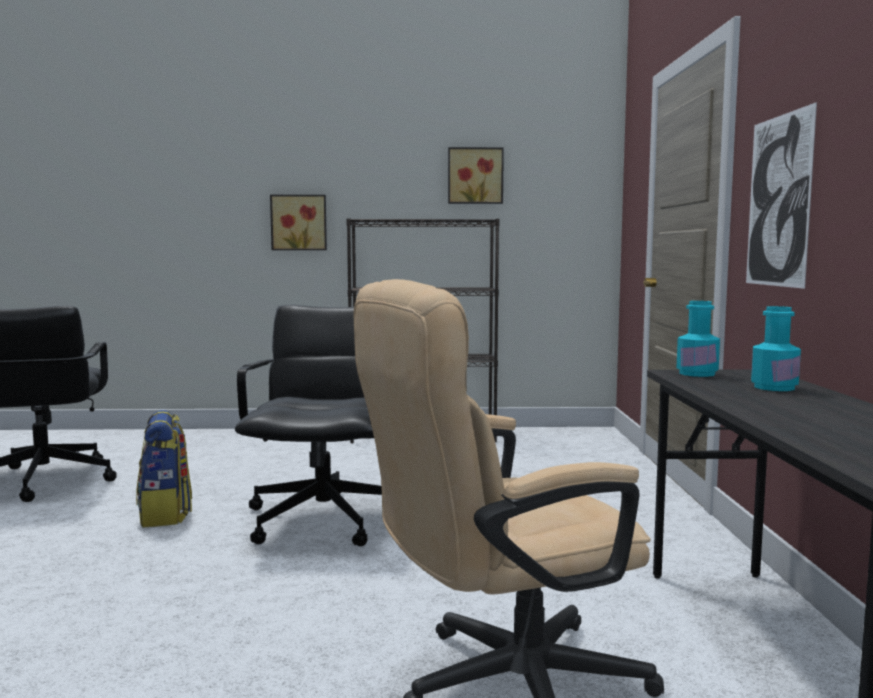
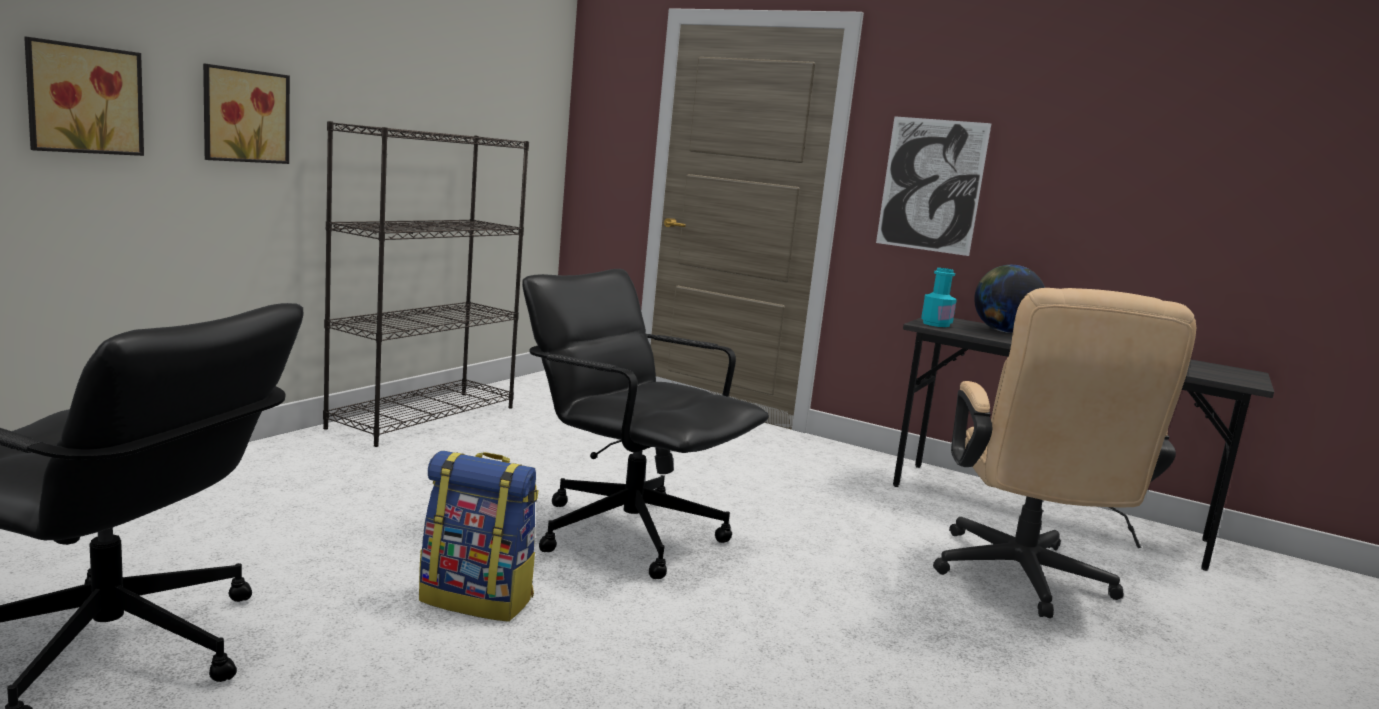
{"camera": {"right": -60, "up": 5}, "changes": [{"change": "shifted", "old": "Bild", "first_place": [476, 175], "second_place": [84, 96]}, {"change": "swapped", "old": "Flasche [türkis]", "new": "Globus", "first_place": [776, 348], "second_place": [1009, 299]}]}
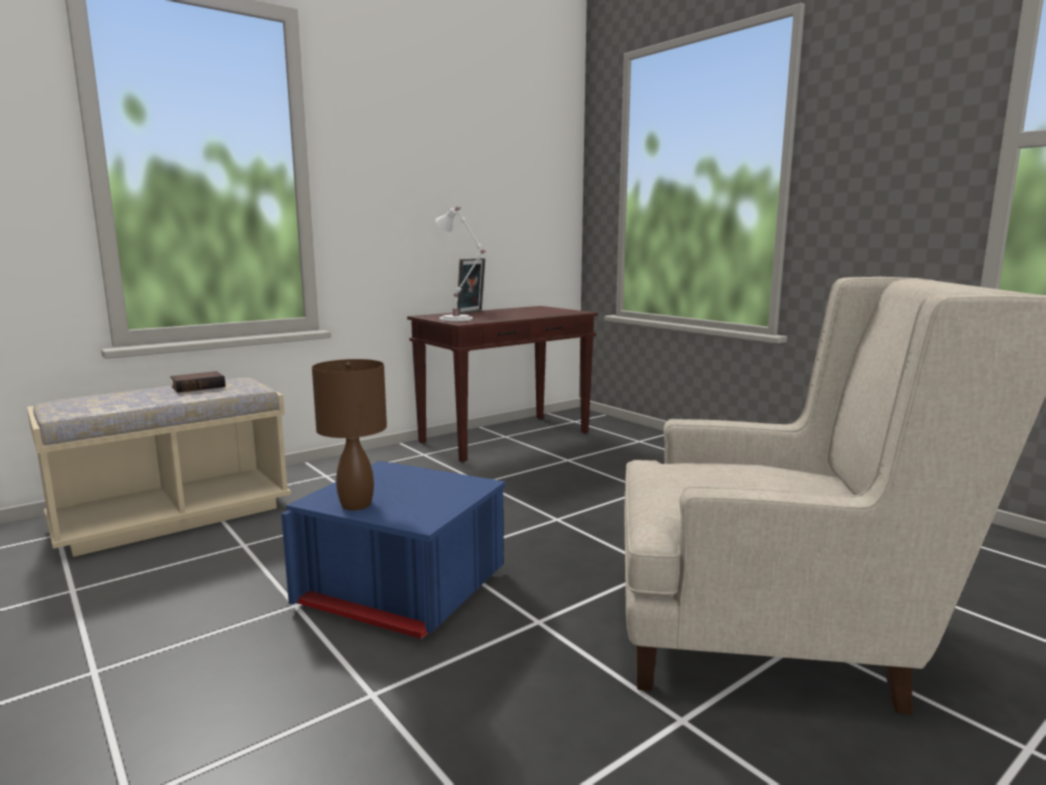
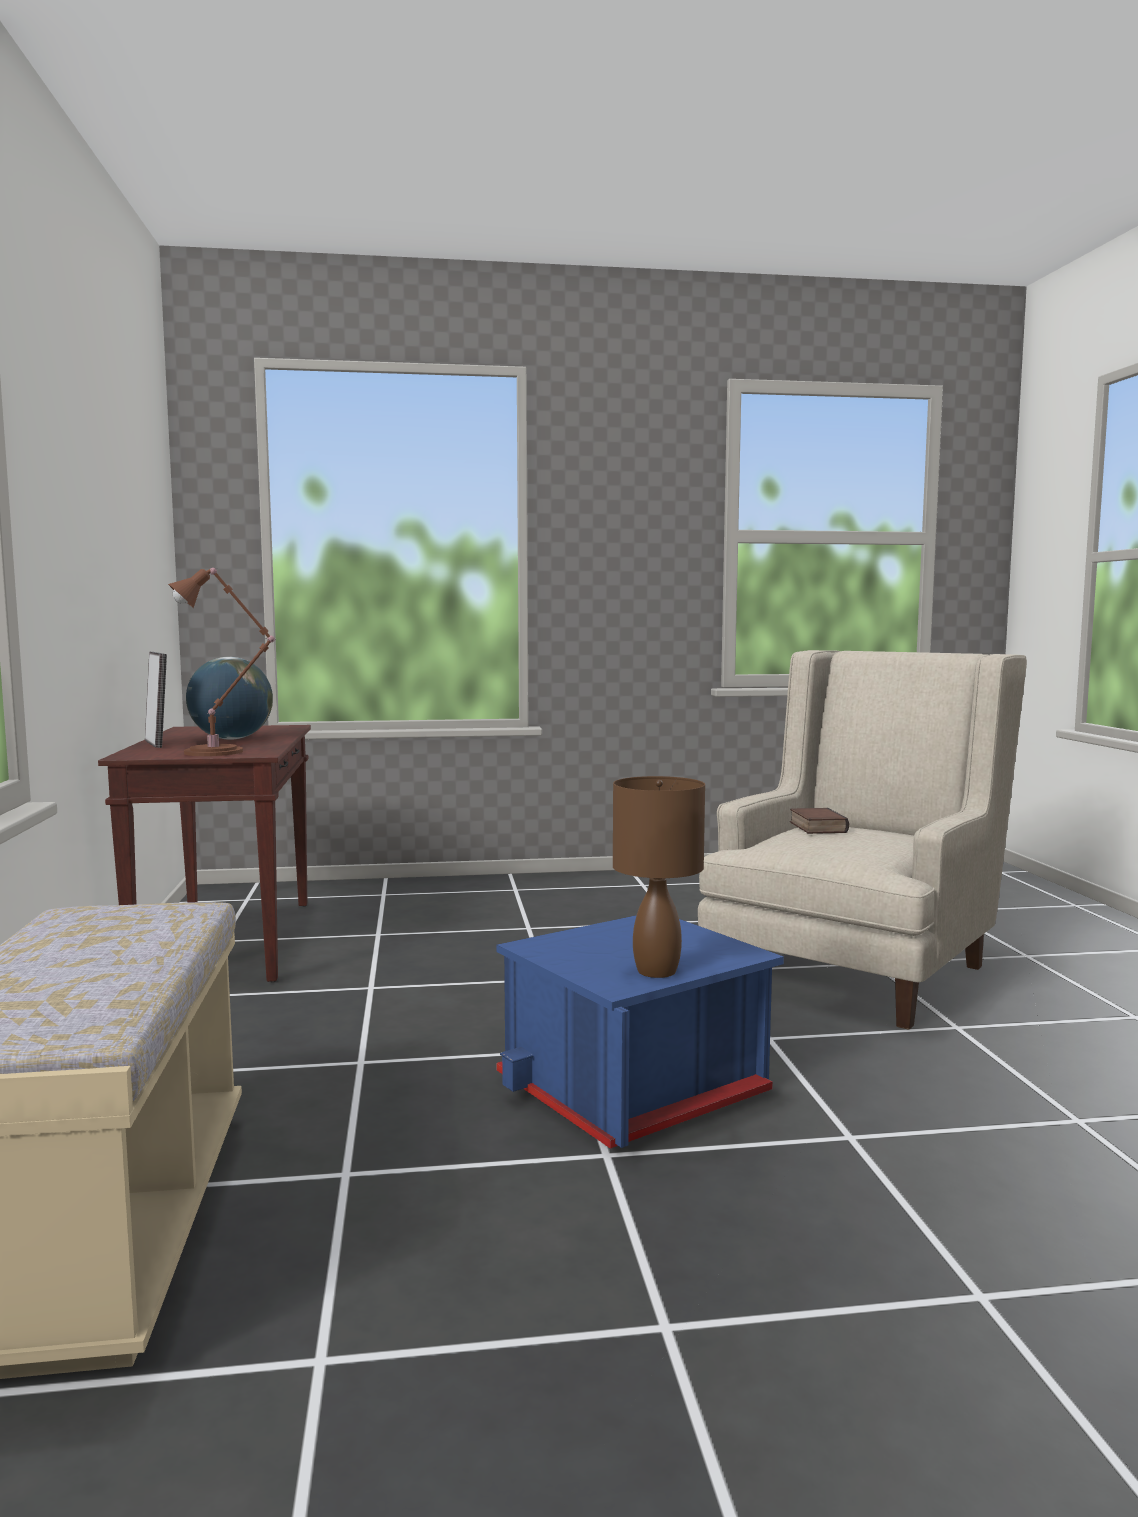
{"camera": {"right": -60, "up": -5}, "changes": [{"change": "new", "new": "Globus", "second_place": [229, 698]}, {"change": "shifted", "old": "Buch", "first_place": [197, 382], "second_place": [819, 821]}, {"change": "repainted", "old": "Tischlampe [weiß]", "new": "Tischlampe [braun]", "first_place": [461, 264], "second_place": [221, 662]}]}
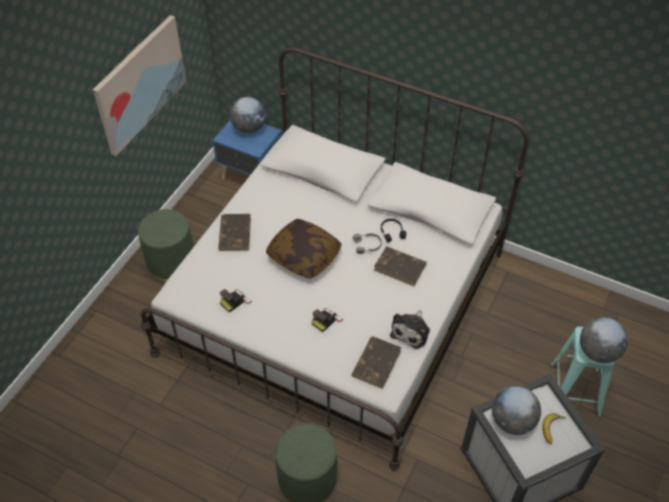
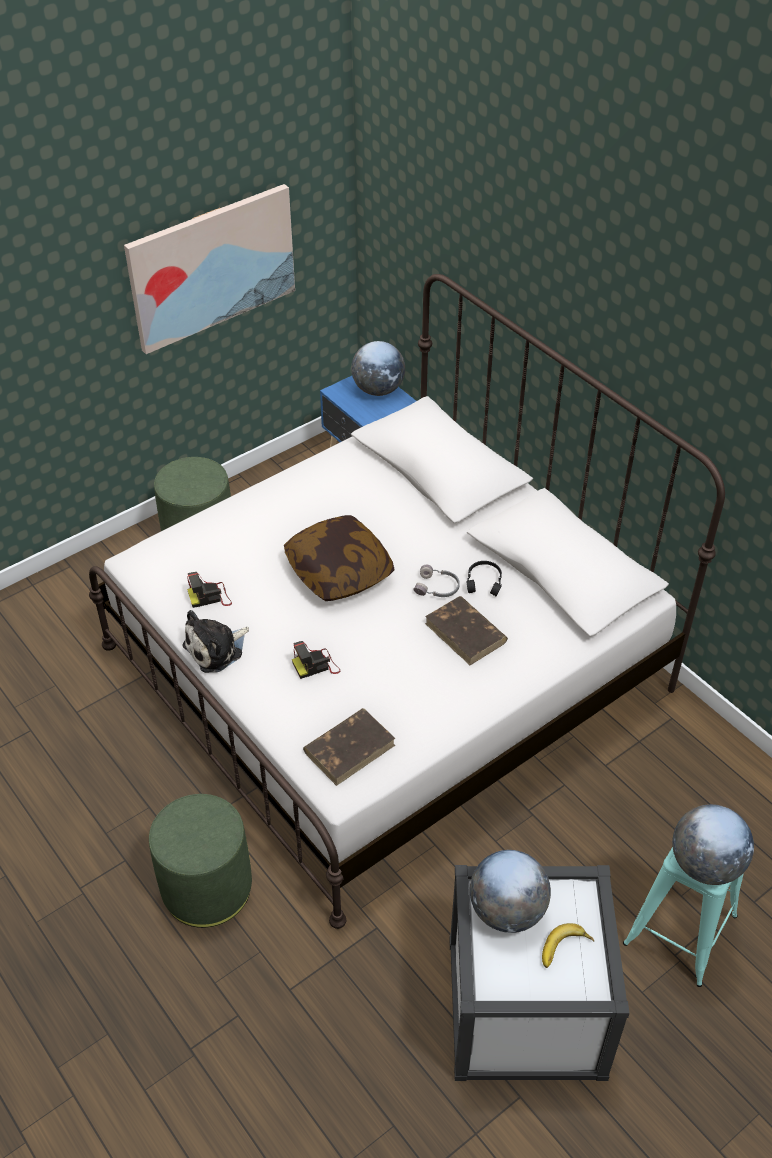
{"camera": {"right": 25, "up": -5}, "changes": [{"change": "gone", "old": "Buch [braun]", "first_place": [234, 232]}, {"change": "shifted", "old": "Plüschtier", "first_place": [410, 329], "second_place": [215, 641]}]}
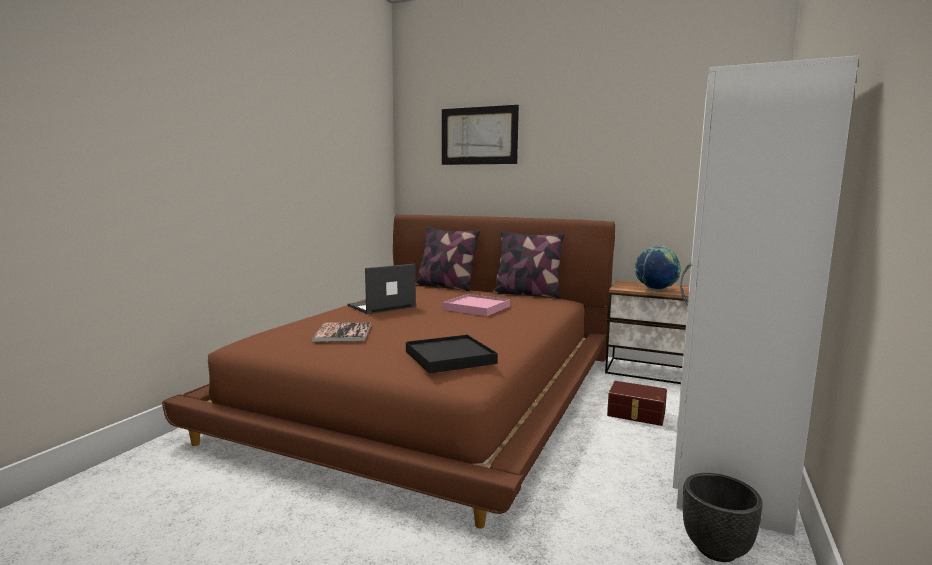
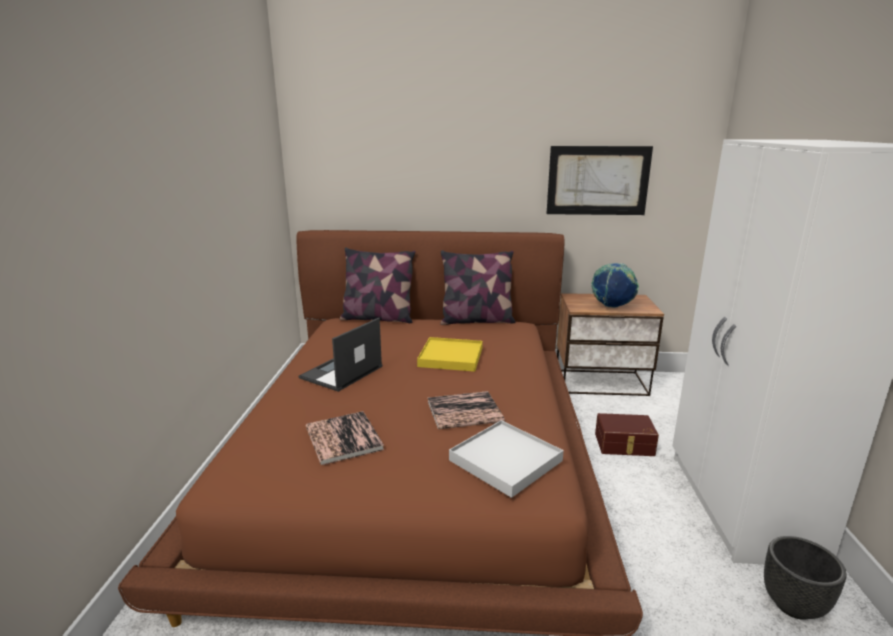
{"camera": {"right": -20, "up": 10}, "changes": [{"change": "new", "new": "Buch", "second_place": [466, 410]}, {"change": "shifted", "old": "Bild", "first_place": [480, 135], "second_place": [600, 180]}, {"change": "repainted", "old": "Tablett [schwarz]", "new": "Tablett [weiß]", "first_place": [452, 354], "second_place": [506, 459]}, {"change": "repainted", "old": "Tablett [rosa]", "new": "Tablett [gelb]", "first_place": [476, 305], "second_place": [450, 354]}]}
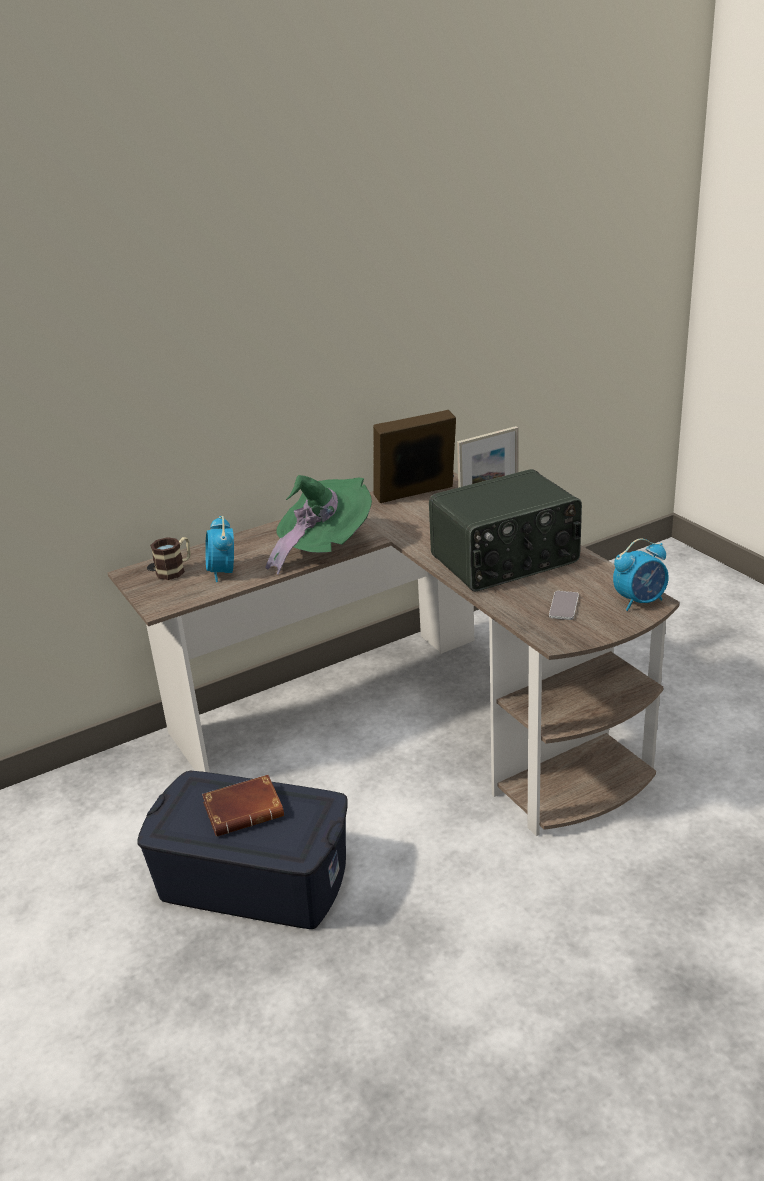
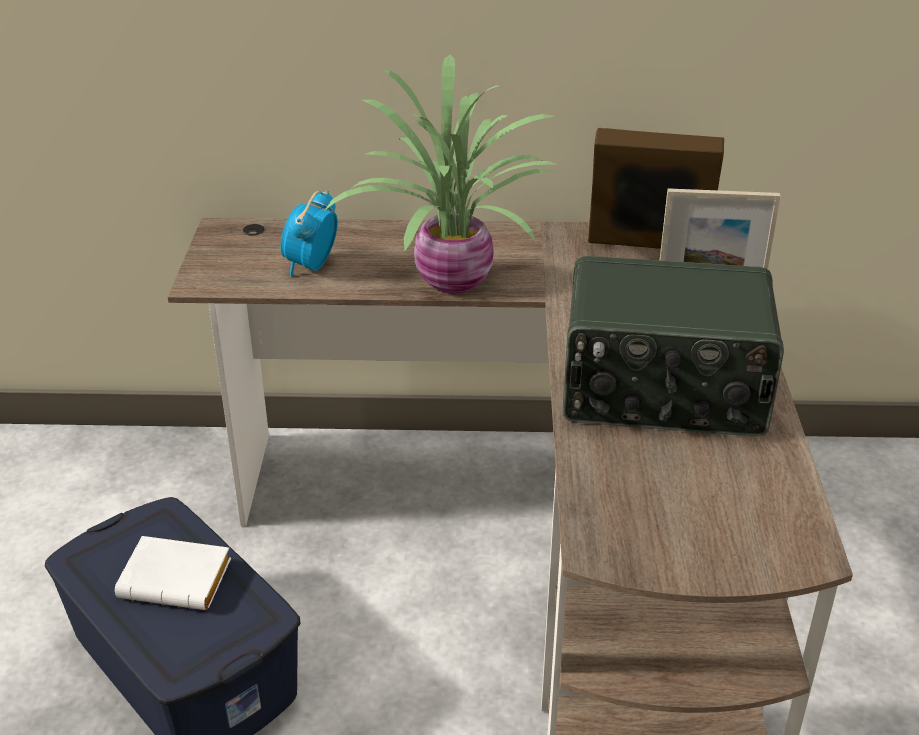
{"camera": {"right": 30, "up": 5}, "changes": [{"change": "gone", "old": "Henkelbecher", "first_place": [170, 558]}, {"change": "gone", "old": "Handy", "first_place": [564, 605]}, {"change": "gone", "old": "Wecker", "first_place": [641, 574]}, {"change": "swapped", "old": "Hut [grün]", "new": "Topfpflanze", "first_place": [318, 525], "second_place": [441, 174]}, {"change": "repainted", "old": "Buch [braun]", "new": "Buch [weiß]", "first_place": [243, 806], "second_place": [173, 573]}]}
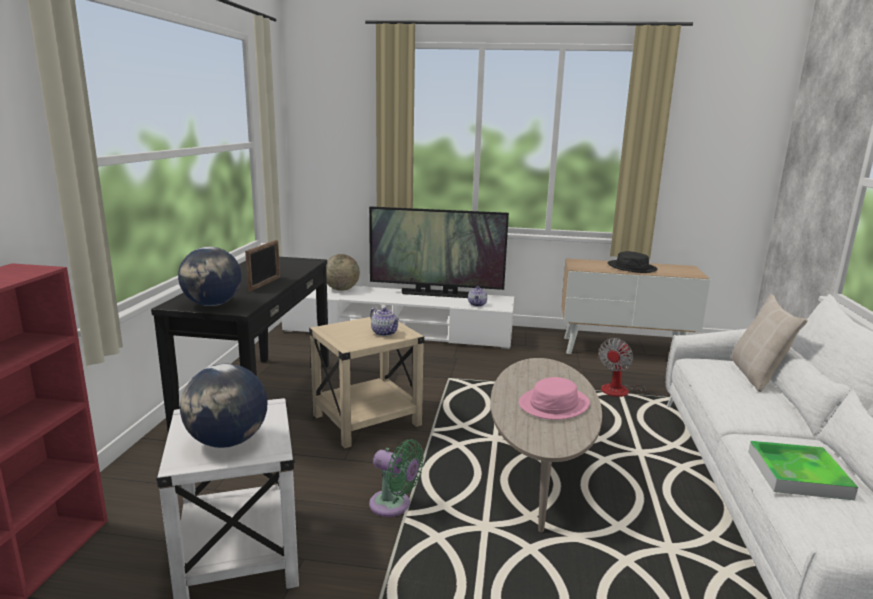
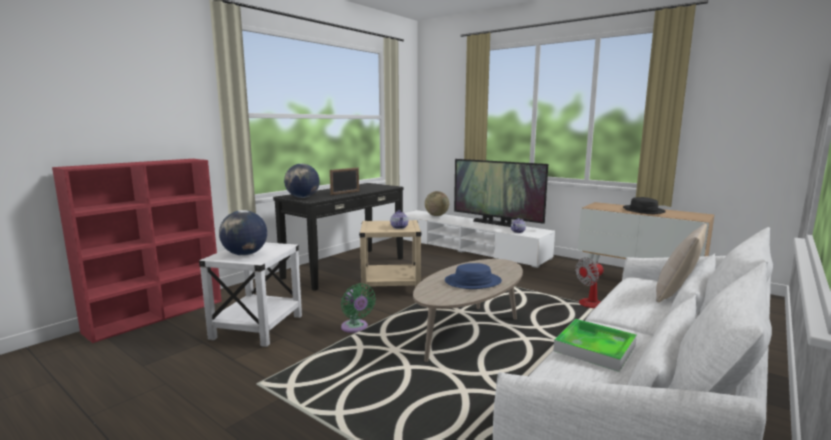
{"camera": {"right": 30, "up": -5}, "changes": [{"change": "repainted", "old": "Hut [rosa]", "new": "Hut [blau]", "first_place": [554, 398], "second_place": [473, 276]}]}
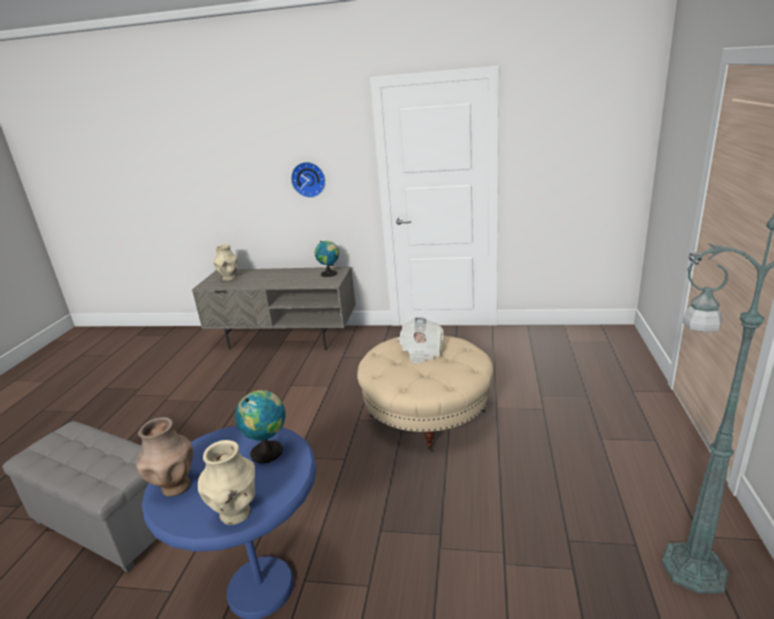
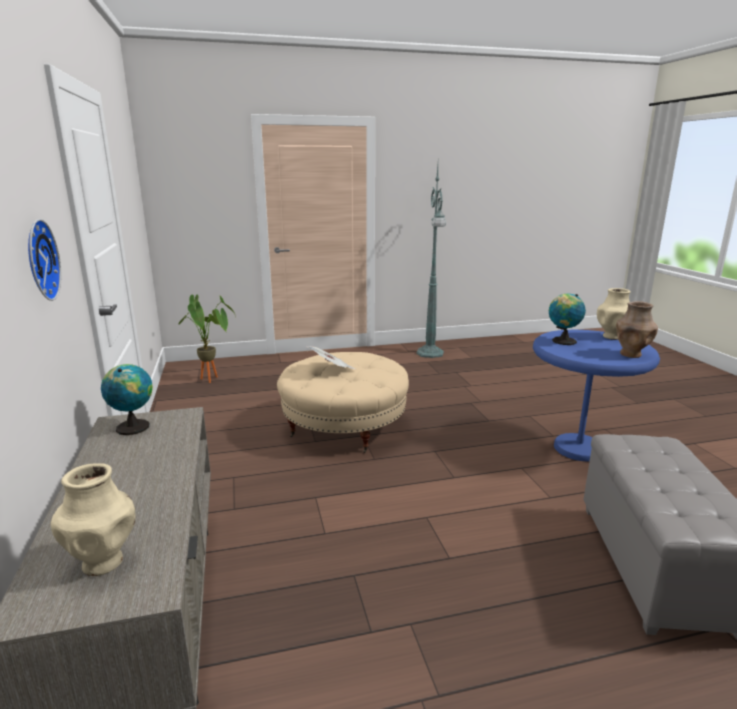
{"camera": {"right": -115, "up": -5}, "changes": [{"change": "new", "new": "Topfpflanze", "second_place": [207, 339]}]}
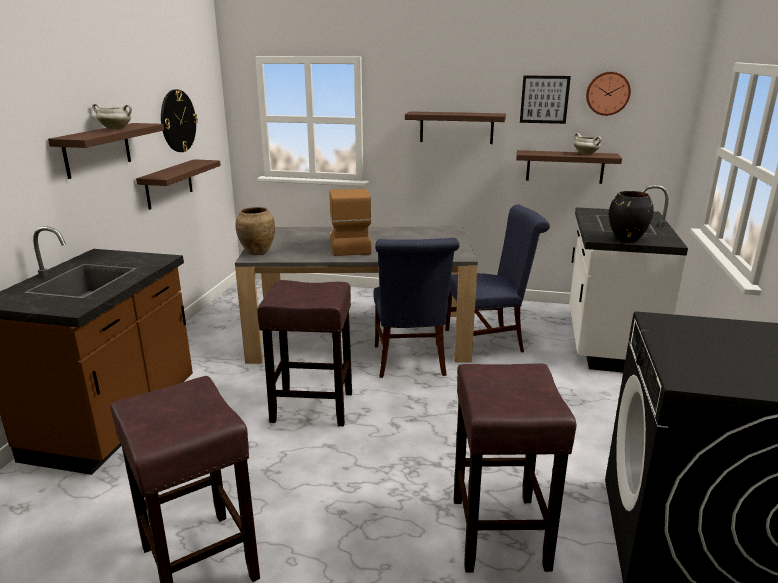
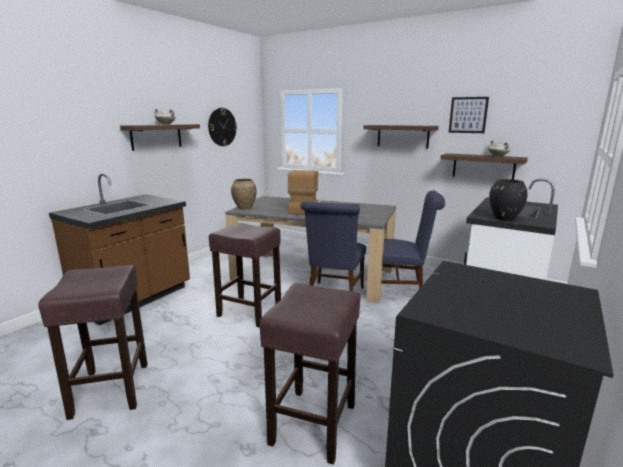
{"camera": {"right": 20, "up": -5}, "changes": [{"change": "gone", "old": "Wandregal", "first_place": [178, 184]}, {"change": "gone", "old": "Wanduhr", "first_place": [608, 94]}]}
